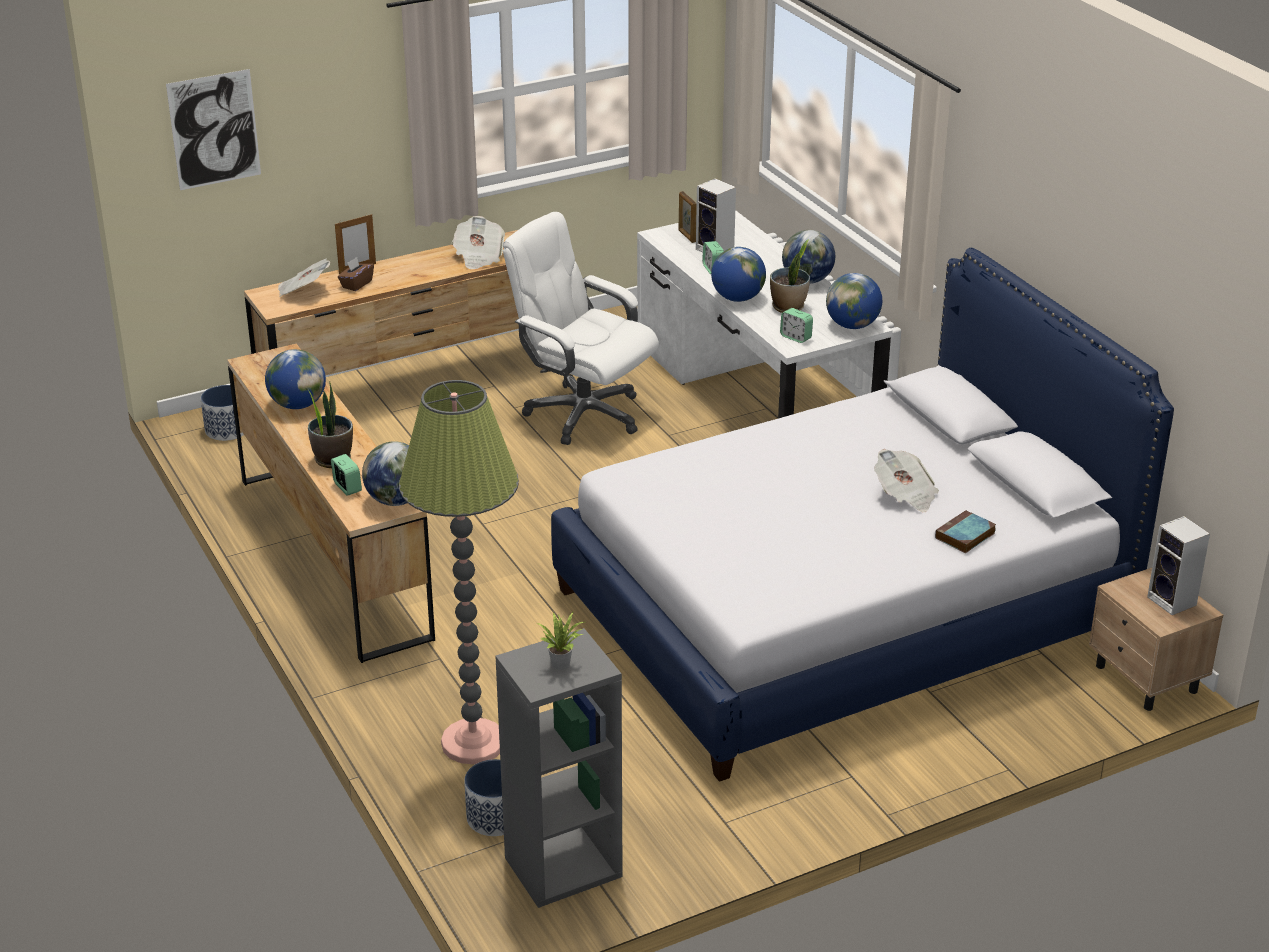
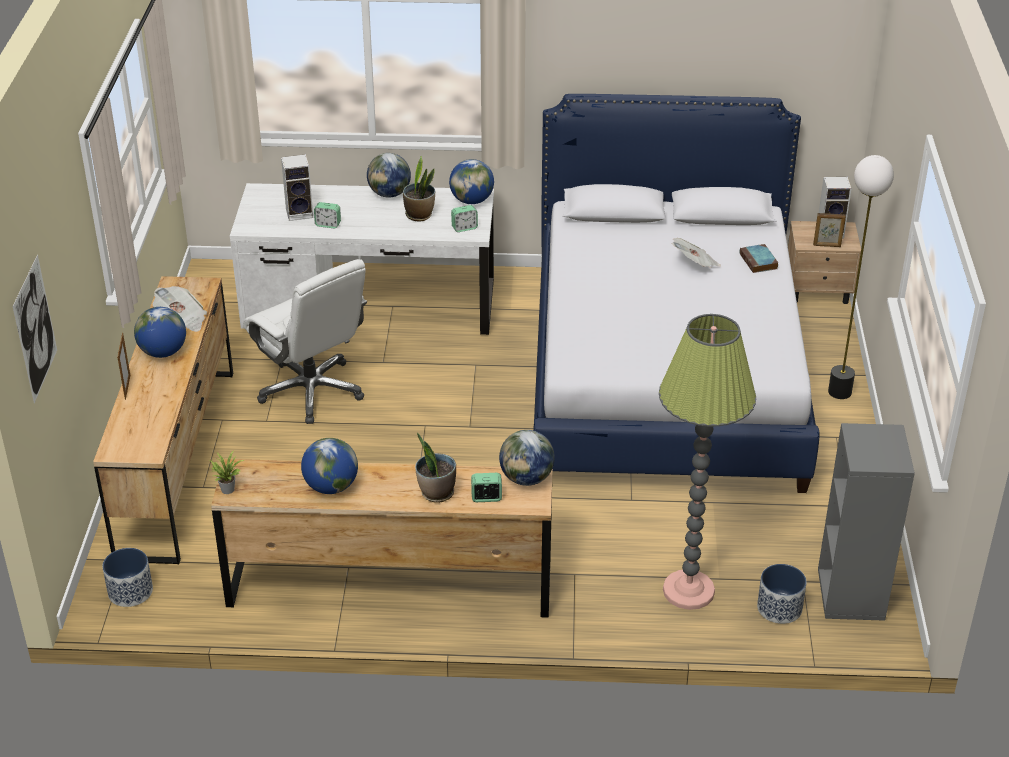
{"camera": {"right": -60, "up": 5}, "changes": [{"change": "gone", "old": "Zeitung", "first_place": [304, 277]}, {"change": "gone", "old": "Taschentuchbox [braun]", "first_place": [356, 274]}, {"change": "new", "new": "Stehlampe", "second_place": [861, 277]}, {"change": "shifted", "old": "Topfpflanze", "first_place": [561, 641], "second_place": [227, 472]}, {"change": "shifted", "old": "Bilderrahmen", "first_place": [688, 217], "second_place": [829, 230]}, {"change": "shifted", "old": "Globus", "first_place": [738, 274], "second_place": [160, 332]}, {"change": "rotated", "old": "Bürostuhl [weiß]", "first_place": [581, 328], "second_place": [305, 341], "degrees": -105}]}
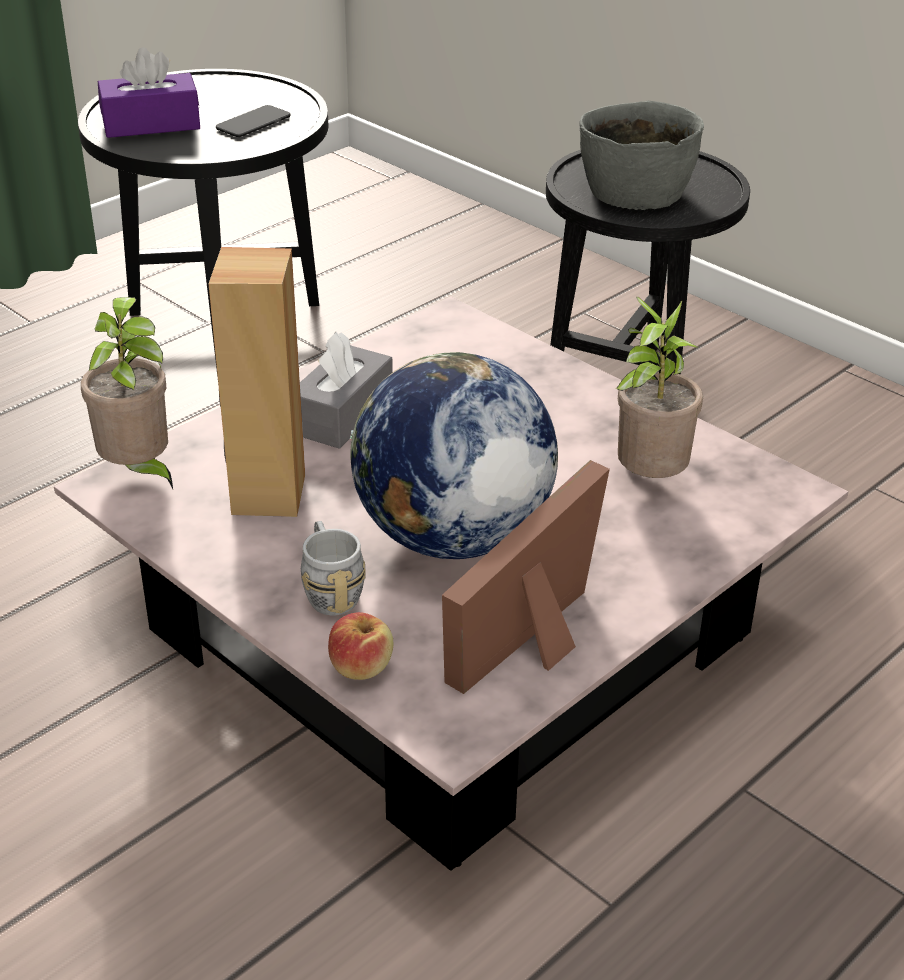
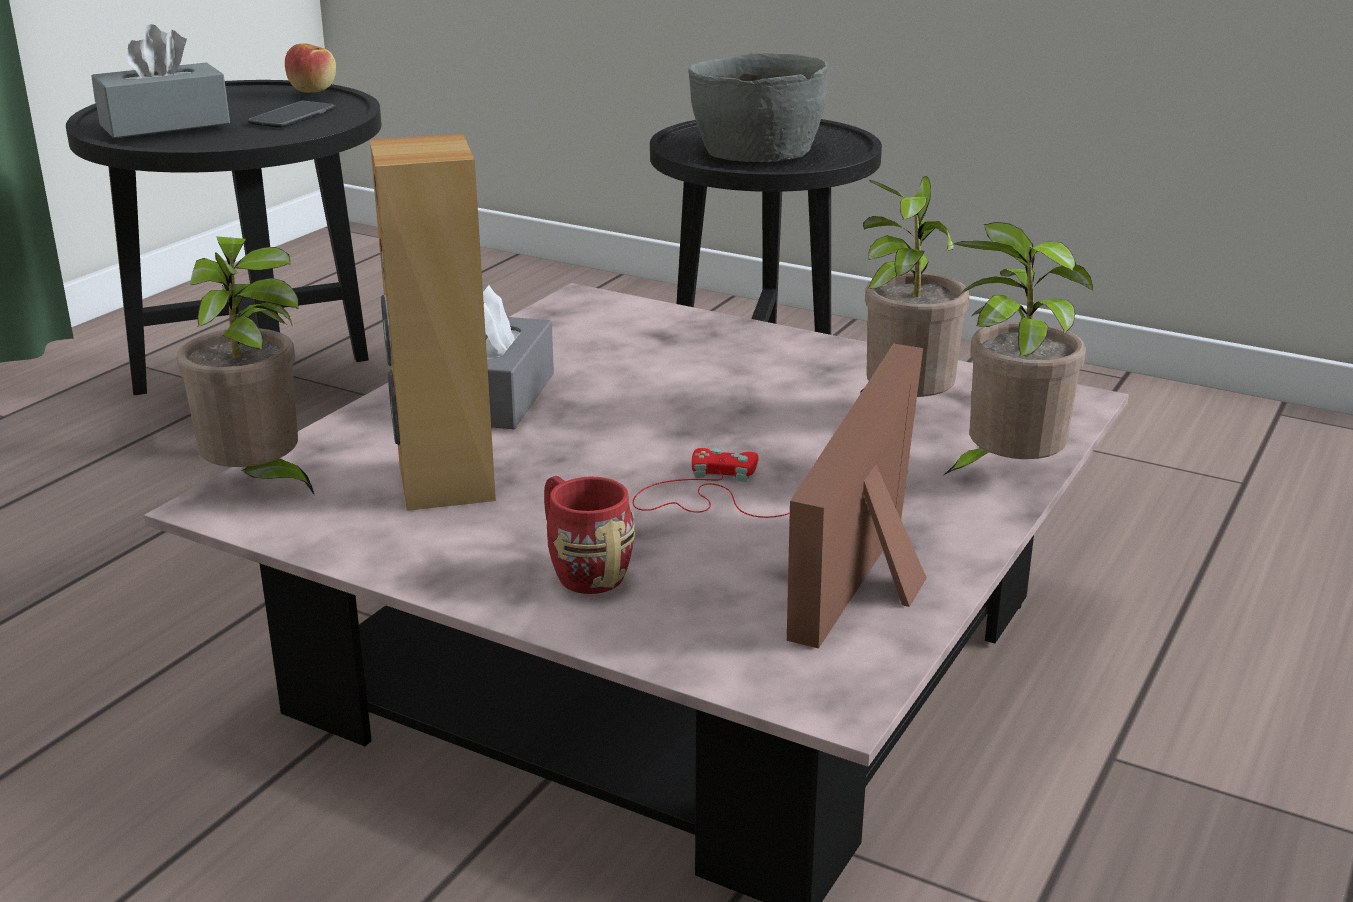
{"camera": {"right": -15, "up": -10}, "changes": [{"change": "new", "new": "Topfpflanze", "second_place": [1018, 348]}, {"change": "shifted", "old": "Apfel", "first_place": [360, 646], "second_place": [310, 68]}, {"change": "swapped", "old": "Globus", "new": "Gamepad [rot]", "first_place": [454, 455], "second_place": [711, 483]}, {"change": "repainted", "old": "Taschentuchbox [lila]", "new": "Taschentuchbox [grau]", "first_place": [149, 92], "second_place": [160, 81]}, {"change": "repainted", "old": "Henkelbecher [grau]", "new": "Henkelbecher [rot]", "first_place": [333, 568], "second_place": [589, 535]}]}
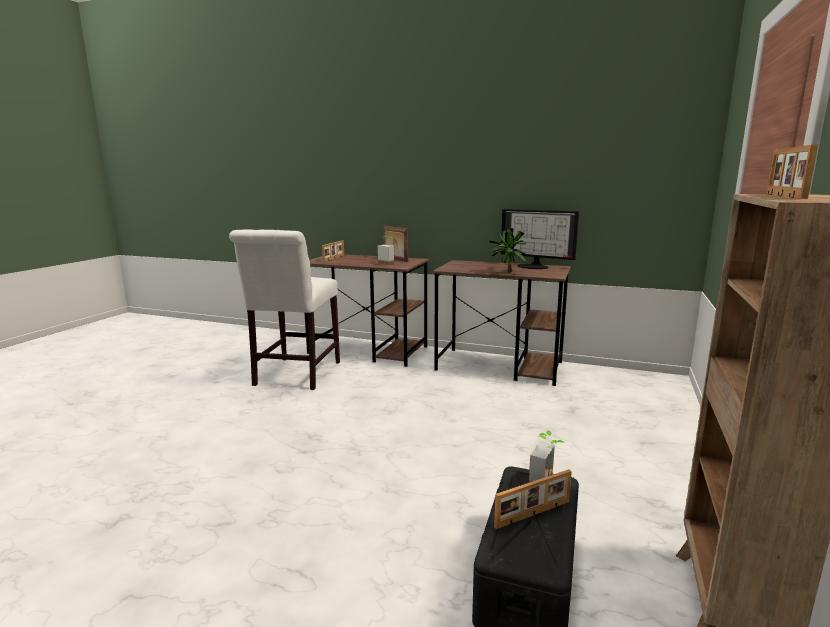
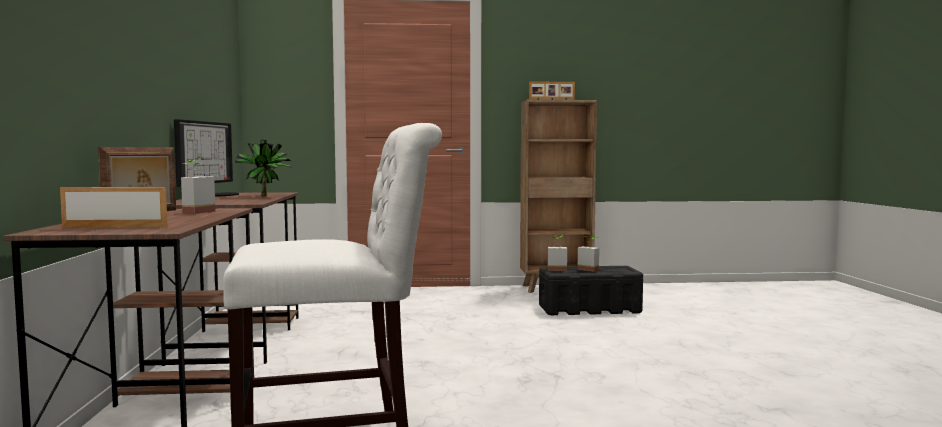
{"camera": {"right": -115, "up": -10}, "changes": [{"change": "swapped", "old": "Bilderrahmen", "new": "Topfpflanze", "first_place": [533, 499], "second_place": [588, 253]}]}
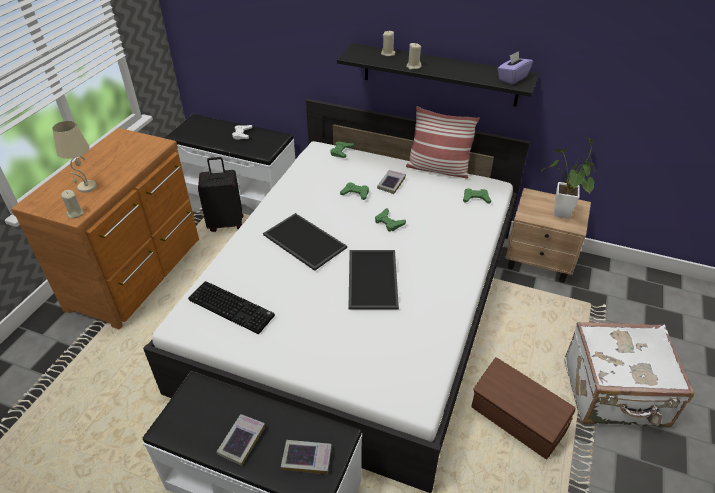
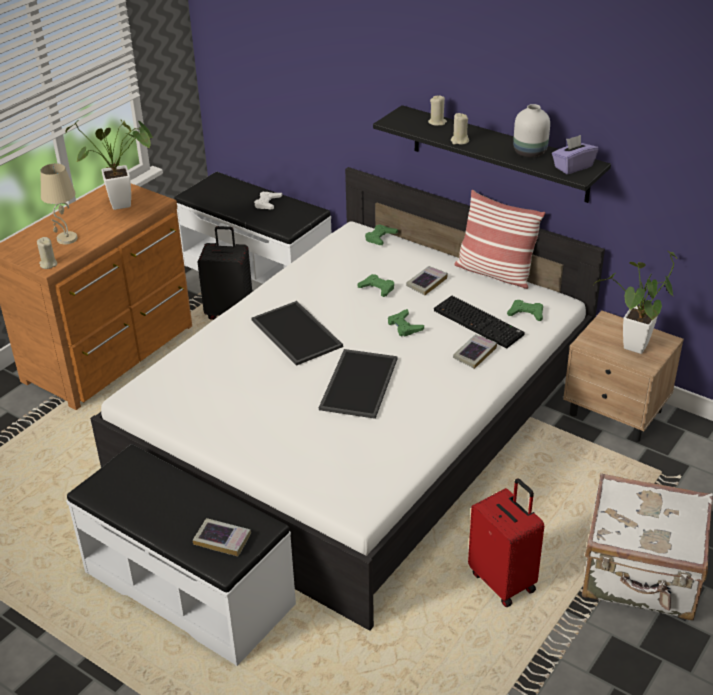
{"camera": {"right": 15, "up": -5}, "changes": [{"change": "new", "new": "Topfpflanze", "second_place": [109, 164]}, {"change": "new", "new": "Vase [weiß]", "second_place": [531, 131]}, {"change": "shifted", "old": "Tastatur", "first_place": [231, 307], "second_place": [479, 322]}, {"change": "shifted", "old": "Buch", "first_place": [240, 440], "second_place": [475, 351]}, {"change": "swapped", "old": "Aufbewahrungsbox [braun]", "new": "Koffer [rot]", "first_place": [523, 408], "second_place": [506, 542]}]}
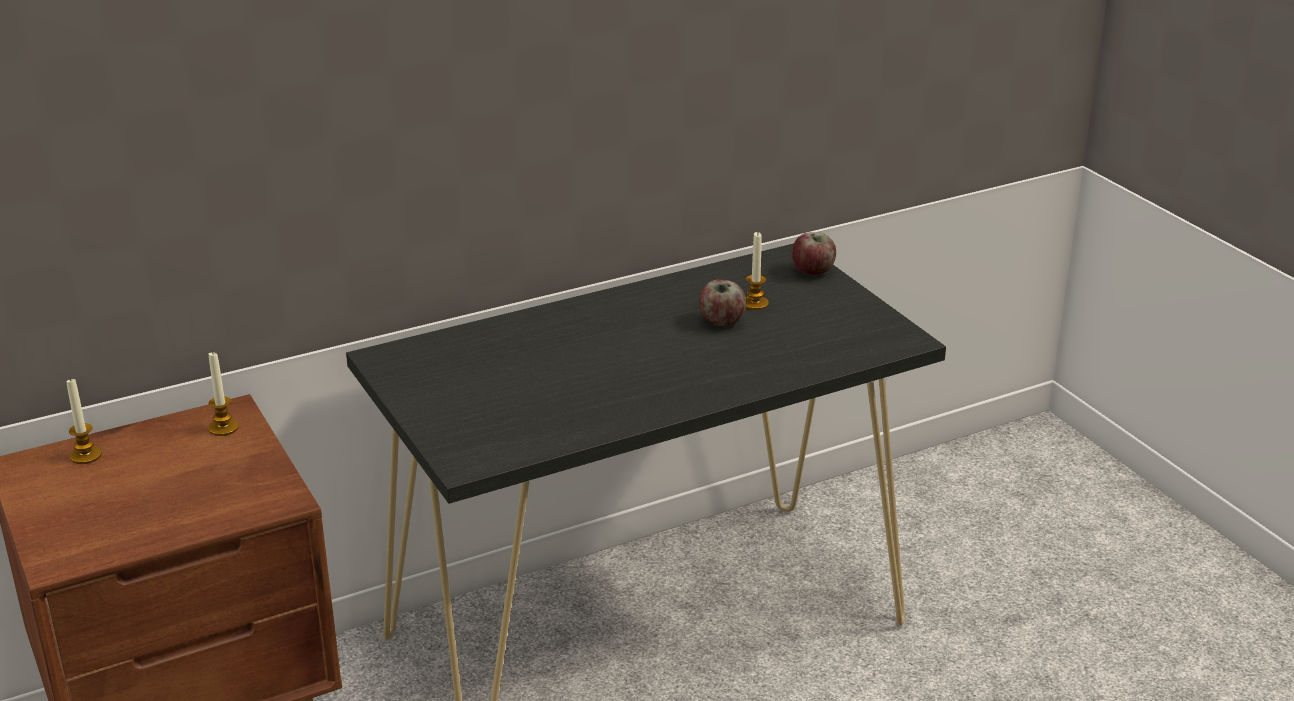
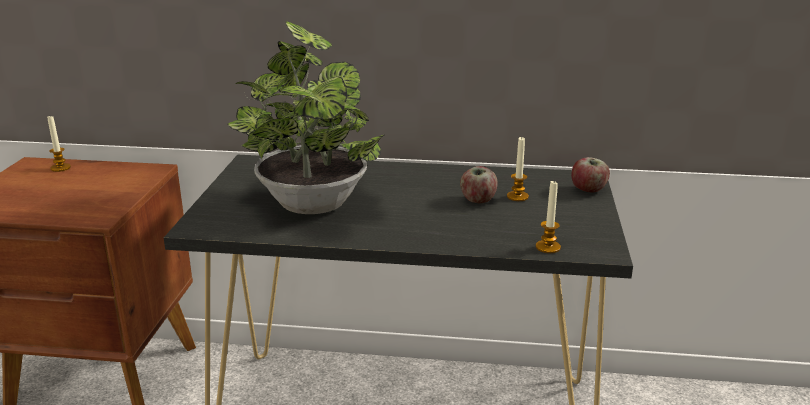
{"camera": {"right": 35, "up": -5}, "changes": [{"change": "new", "new": "Topfpflanze", "second_place": [305, 117]}, {"change": "shifted", "old": "Kerze", "first_place": [223, 393], "second_place": [548, 217]}]}
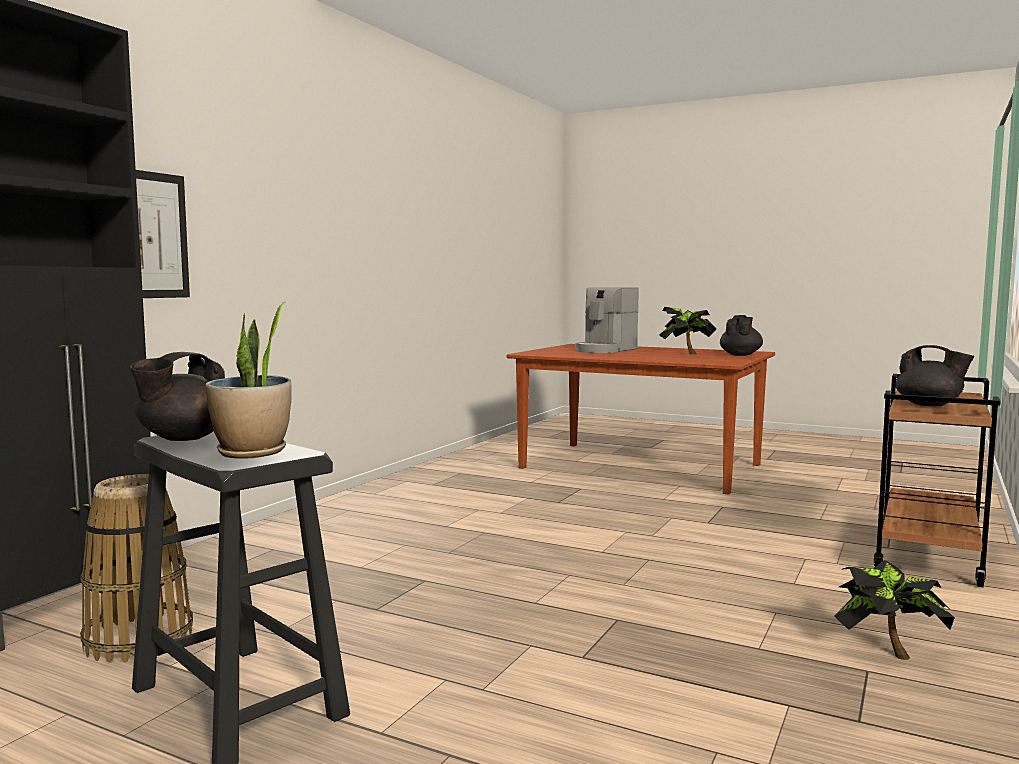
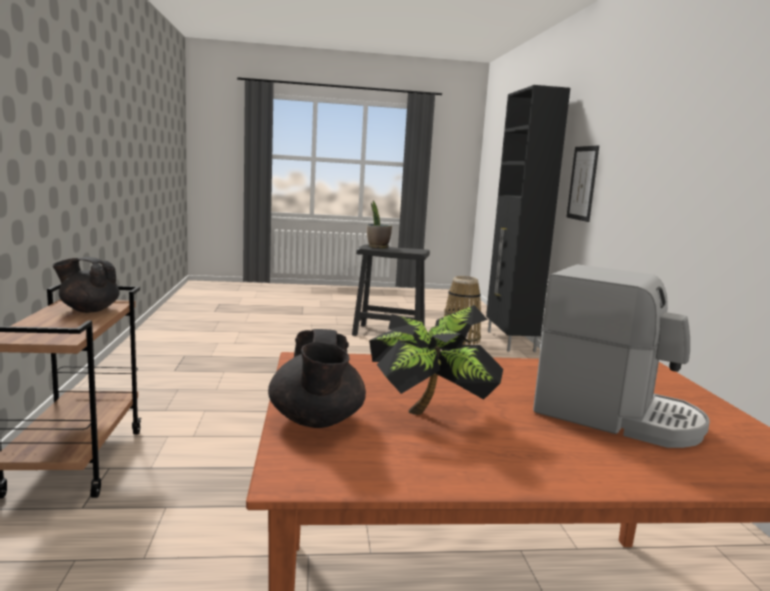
{"camera": {"right": 145, "up": 5}, "changes": [{"change": "gone", "old": "Teekanne [schwarz]", "first_place": [177, 396]}, {"change": "gone", "old": "Topfpflanze", "first_place": [894, 610]}, {"change": "rotated", "old": "Kaffeemaschine", "first_place": [607, 320], "second_place": [621, 356], "degrees": 120}]}
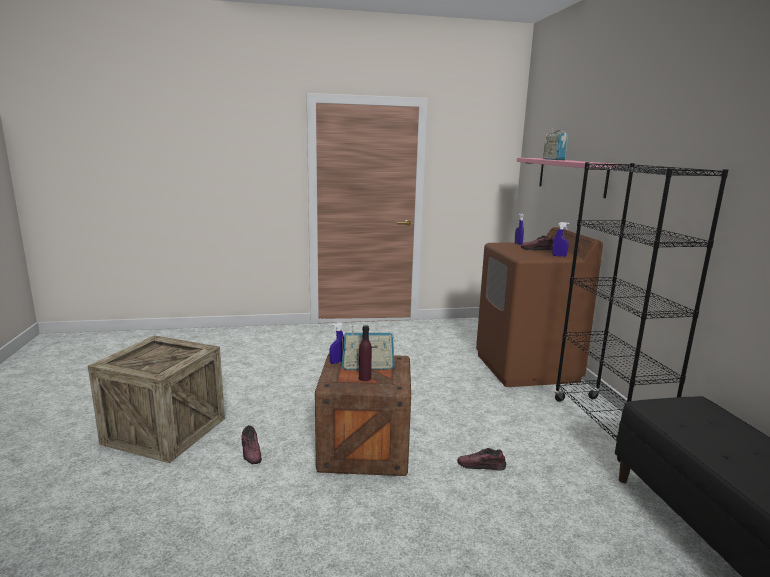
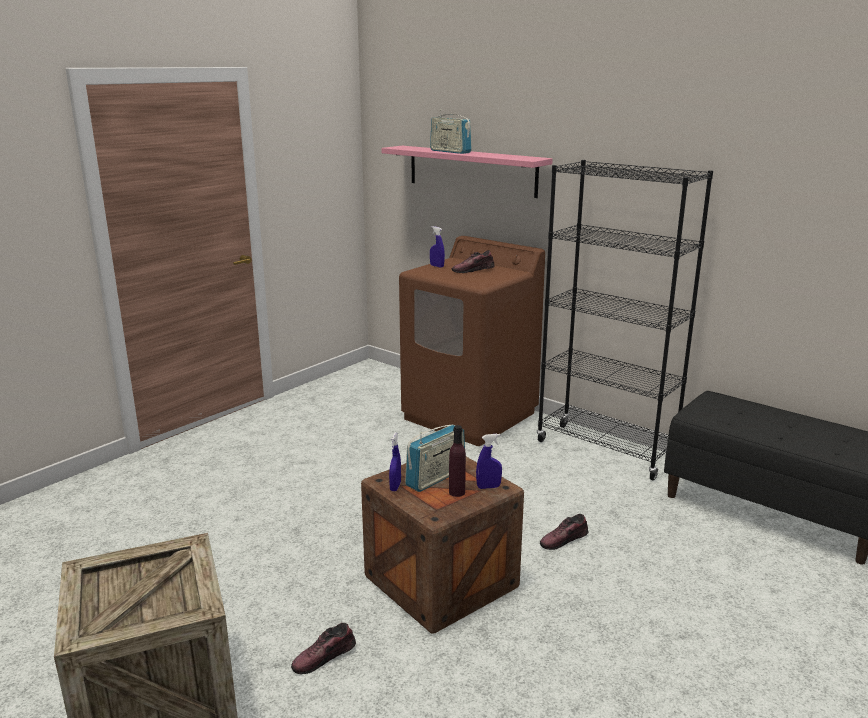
{"camera": {"right": -40, "up": 5}, "changes": [{"change": "shifted", "old": "Sprühflasche [blau]", "first_place": [560, 239], "second_place": [489, 461]}, {"change": "rotated", "old": "Schuh", "first_place": [252, 444], "second_place": [323, 648], "degrees": 120}]}
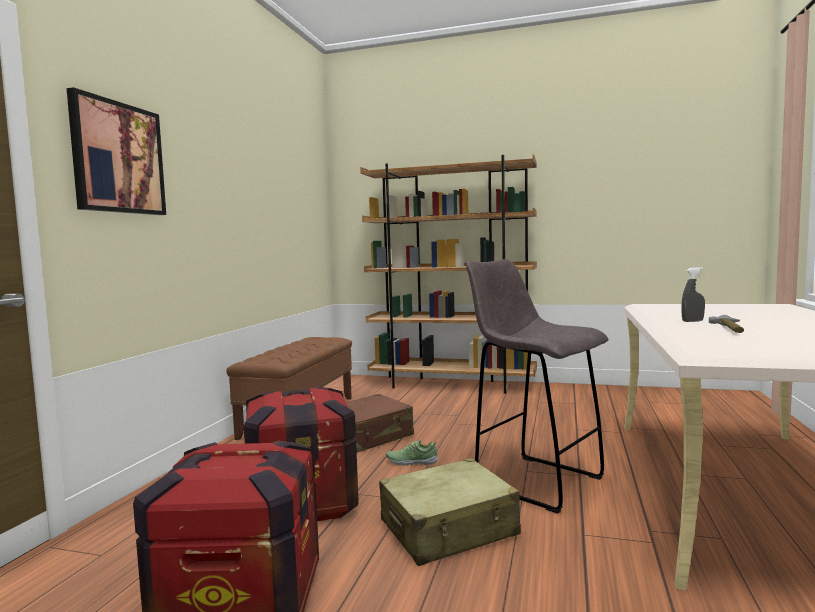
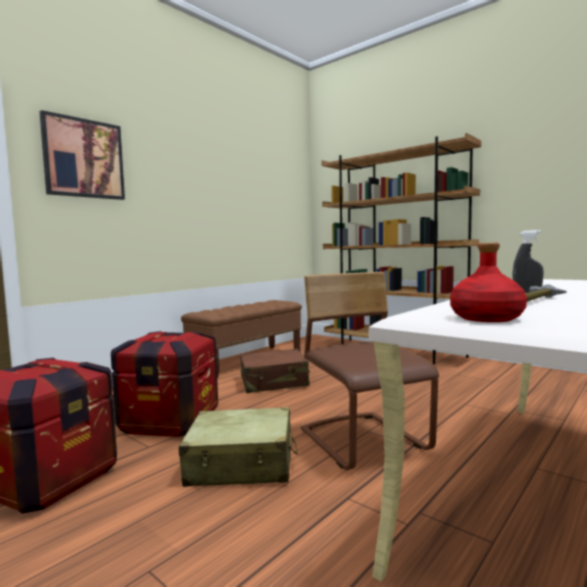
{"camera": {"right": 25, "up": 0}, "changes": [{"change": "gone", "old": "Schuh", "first_place": [412, 453]}, {"change": "new", "new": "Flasche [rot]", "second_place": [488, 282]}, {"change": "swapped", "old": "Hocker [grau]", "new": "Stuhl [braun]", "first_place": [537, 386], "second_place": [370, 371]}]}
